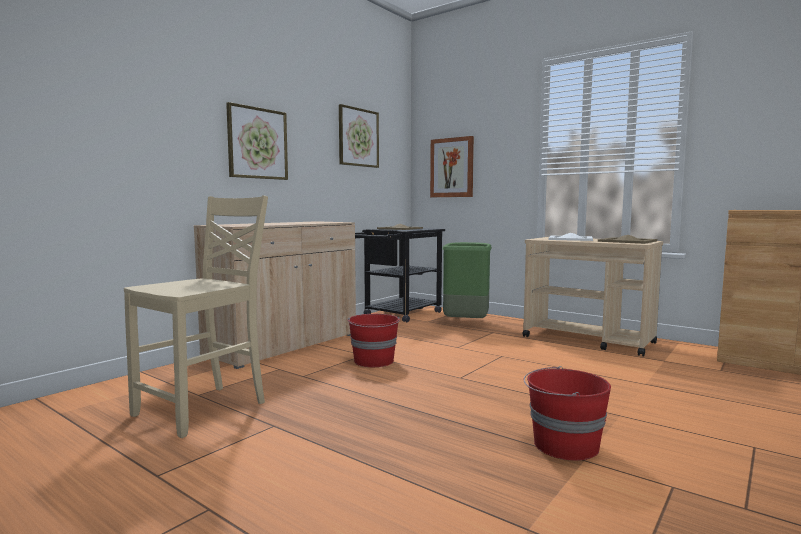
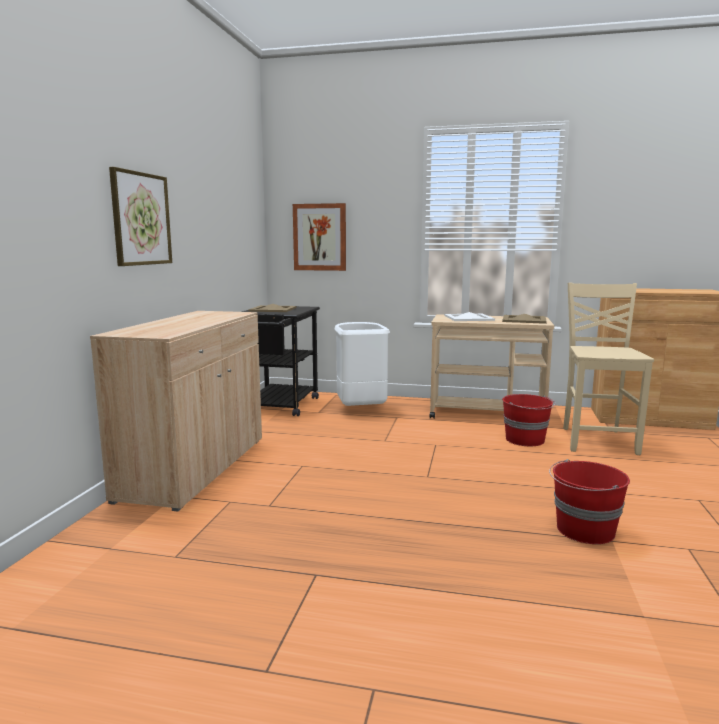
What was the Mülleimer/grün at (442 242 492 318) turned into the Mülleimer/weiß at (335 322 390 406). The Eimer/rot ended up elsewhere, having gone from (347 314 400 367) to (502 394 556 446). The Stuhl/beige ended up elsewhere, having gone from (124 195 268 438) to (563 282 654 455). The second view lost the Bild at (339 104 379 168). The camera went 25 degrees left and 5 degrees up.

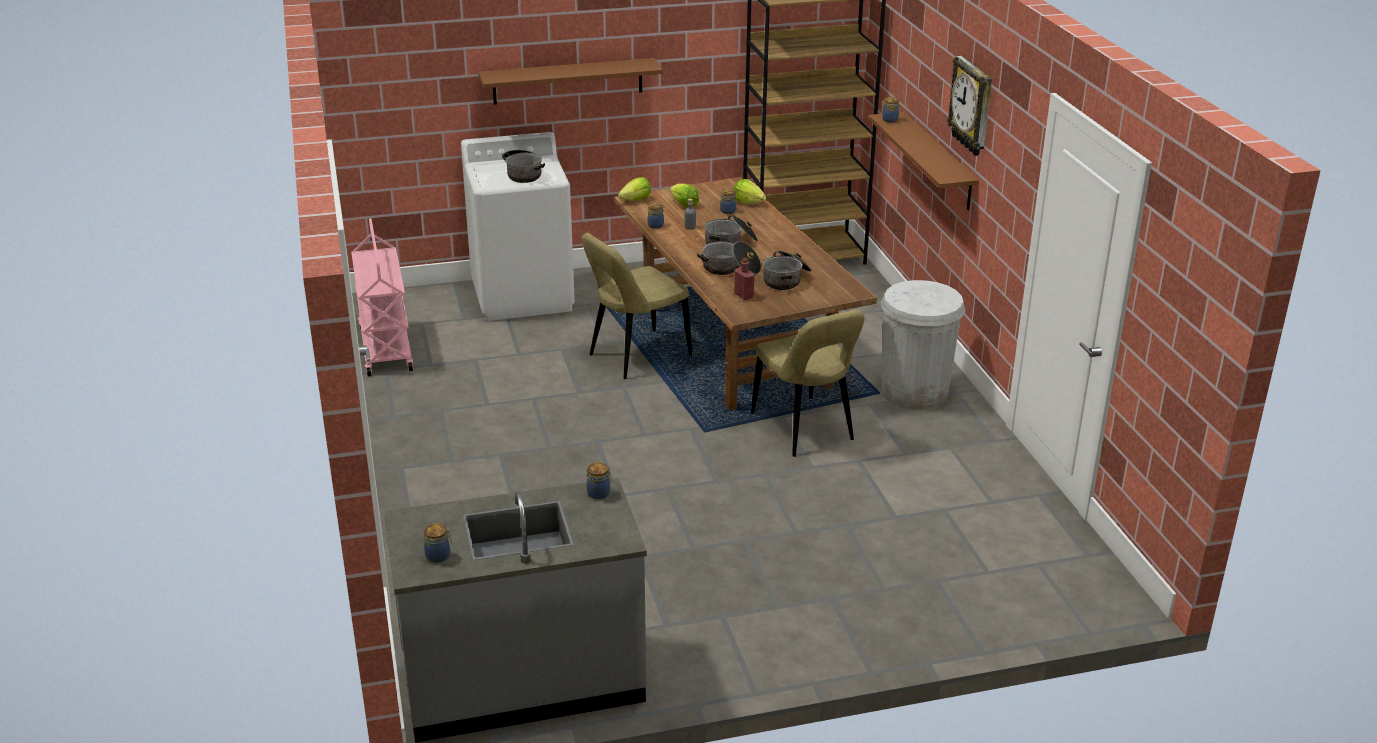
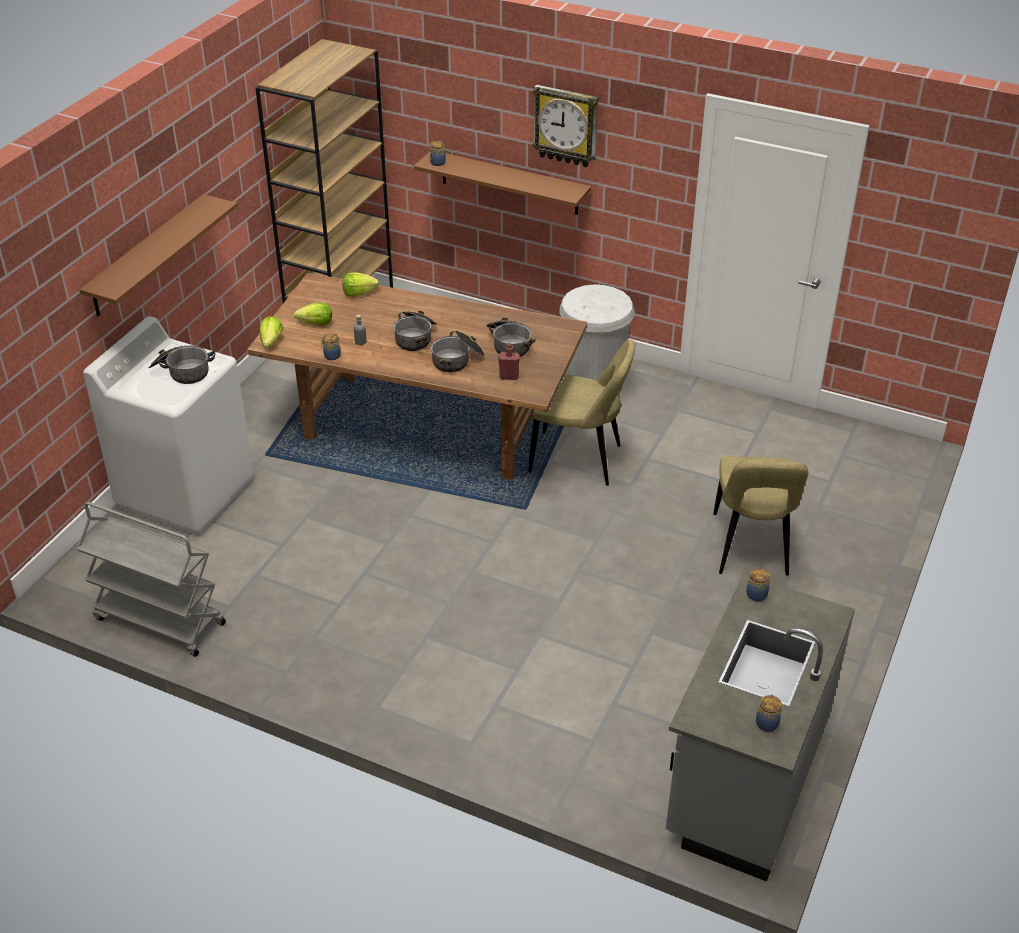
What was the Rollwagen/rosa at (351 218 413 376) turned into the Rollwagen/grau at (77 502 226 657). The Stuhl/beige ended up elsewhere, having gone from (581 233 692 379) to (713 456 808 576). The second view lost the Vorratsglas at (720 189 736 214). The camera went 50 degrees left and 10 degrees up.

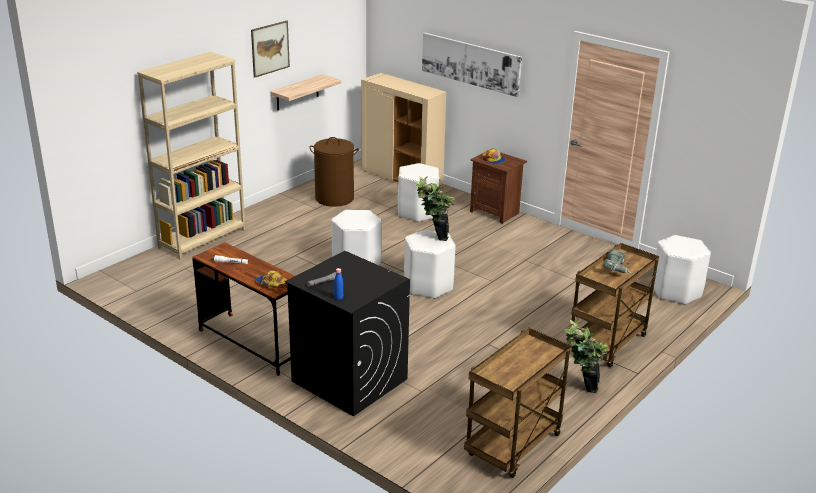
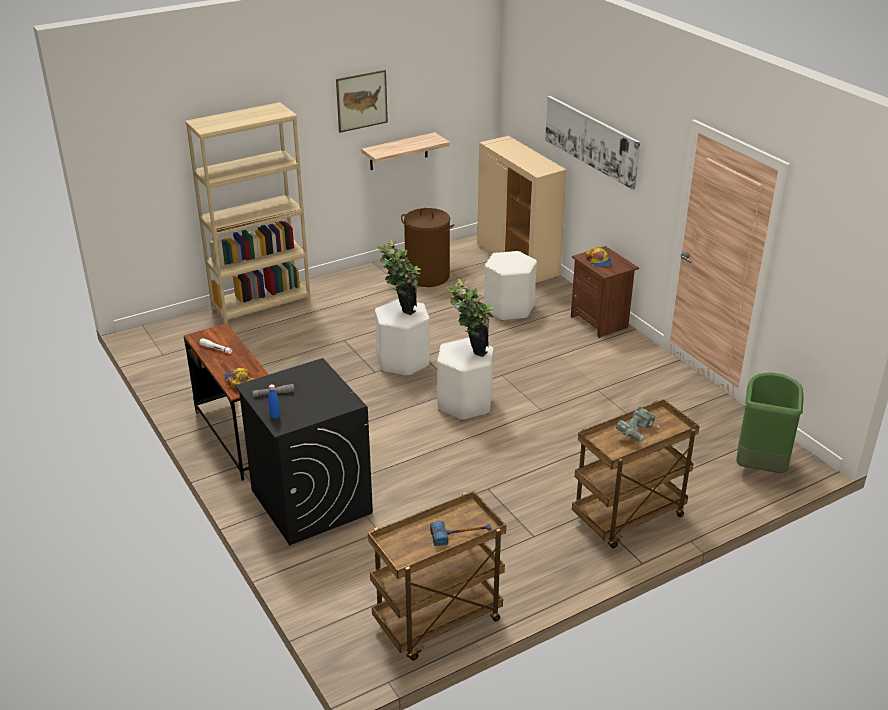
The Topfpflanze ended up elsewhere, having gone from (564 320 610 393) to (376 240 421 315). The second view gained the Hammer at (430 521 492 546). Where the Hocker/weiß stood at (652 235 711 305), the Mülleimer/grün came to stand at (736 372 804 473). The camera went 20 degrees right and 5 degrees up.

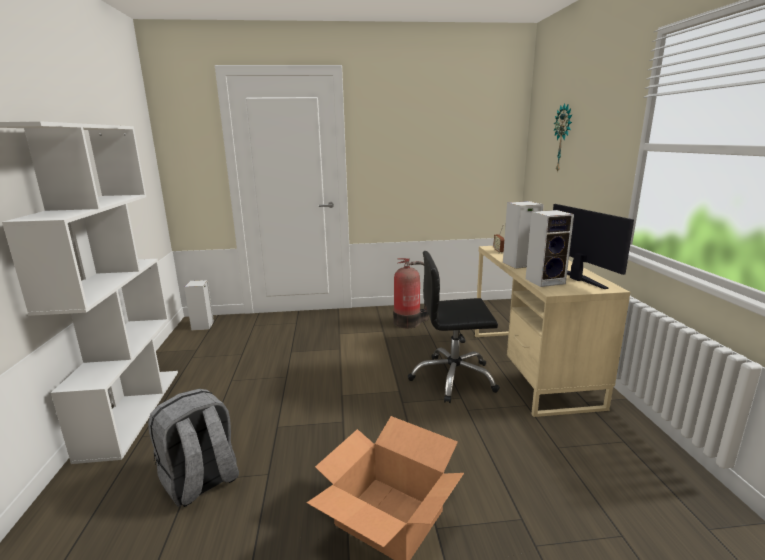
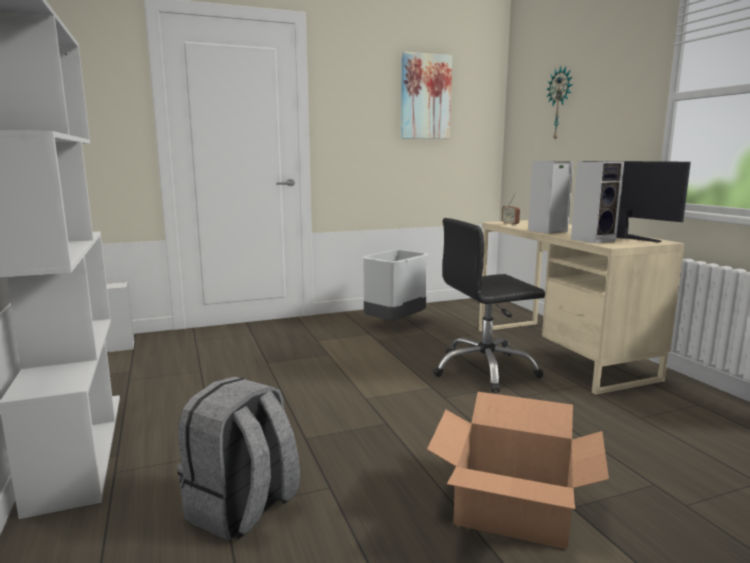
Where the Feuerlöscher stood at (393 258 429 328), the Mülleimer/grau came to stand at (362 250 429 320). The second view gained the Bild at (401 52 452 139). The camera went 15 degrees left and 5 degrees down.

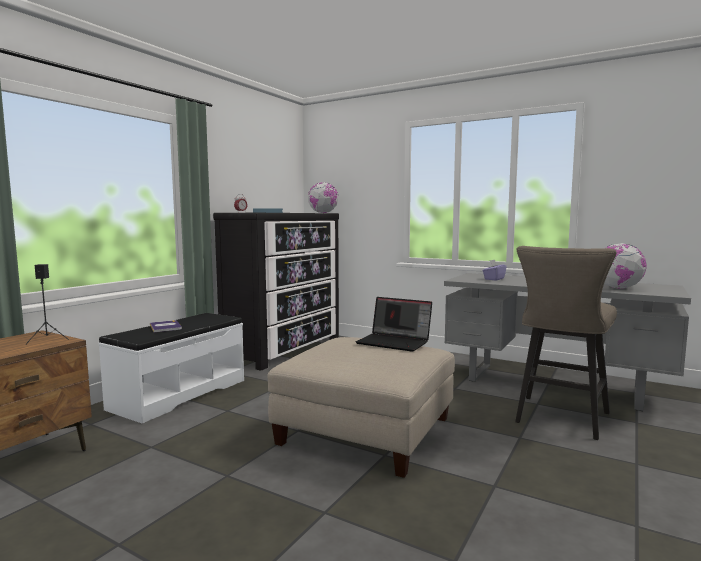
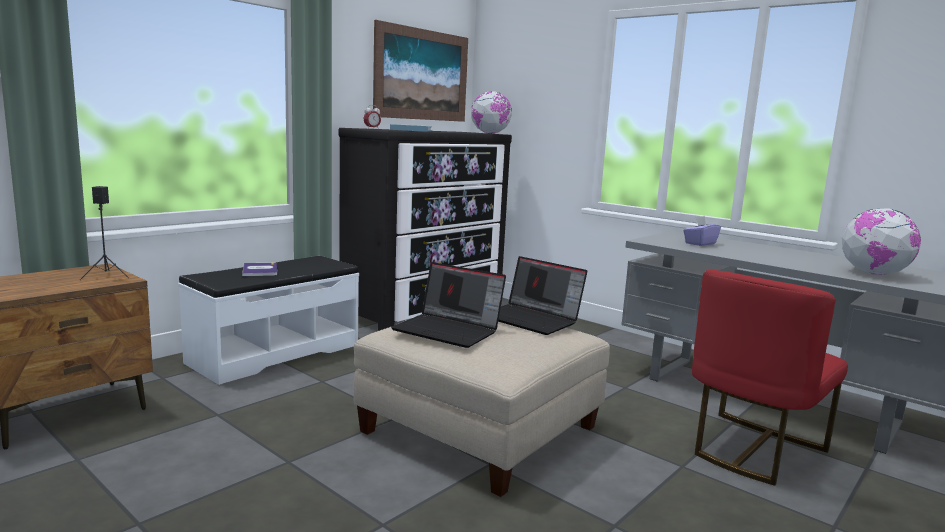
The second view gained the Bild at (373 20 468 122). The second view gained the Laptop at (391 262 506 348). Where the Hocker/beige stood at (515 246 617 440), the Stuhl/rot came to stand at (692 270 848 486). The camera went 10 degrees right and 5 degrees up.

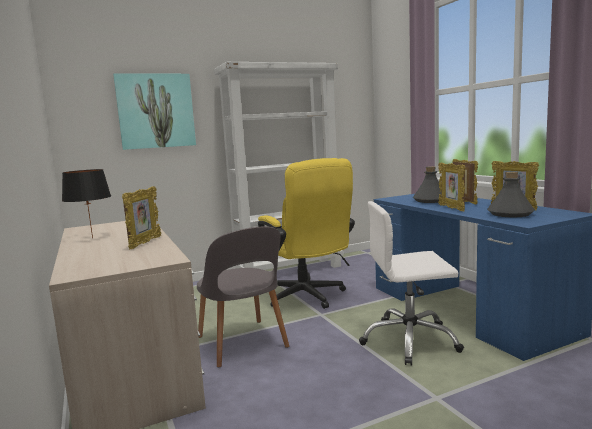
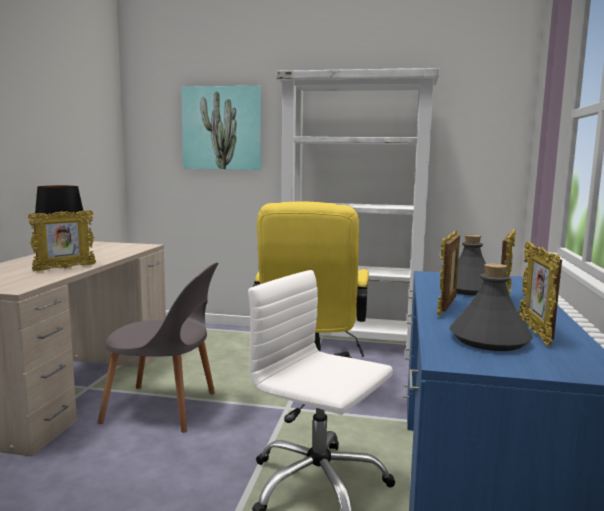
The Stuhl/grau at (197 227 289 367) ended up facing another way, 90 degrees counterclockwise from before. The camera went 35 degrees right and 0 degrees up.

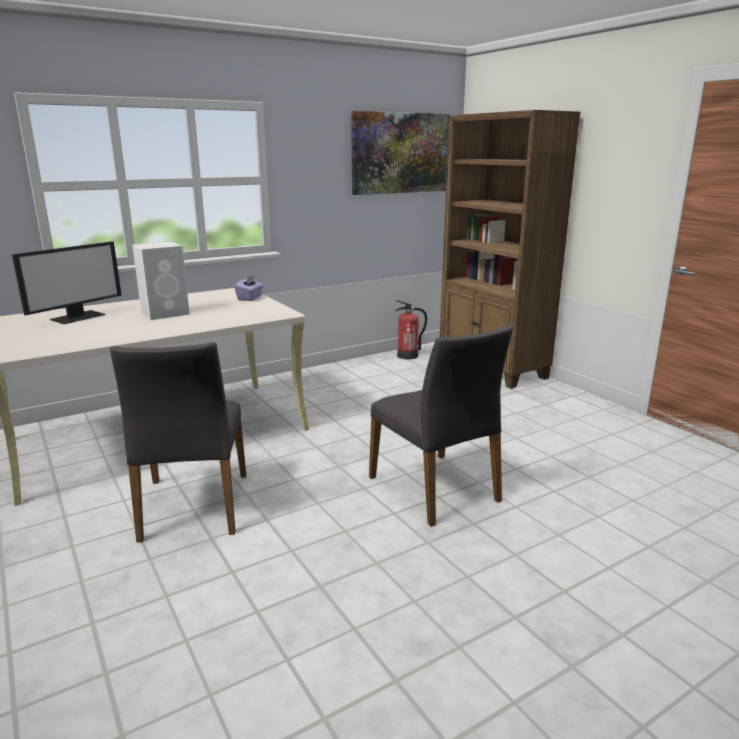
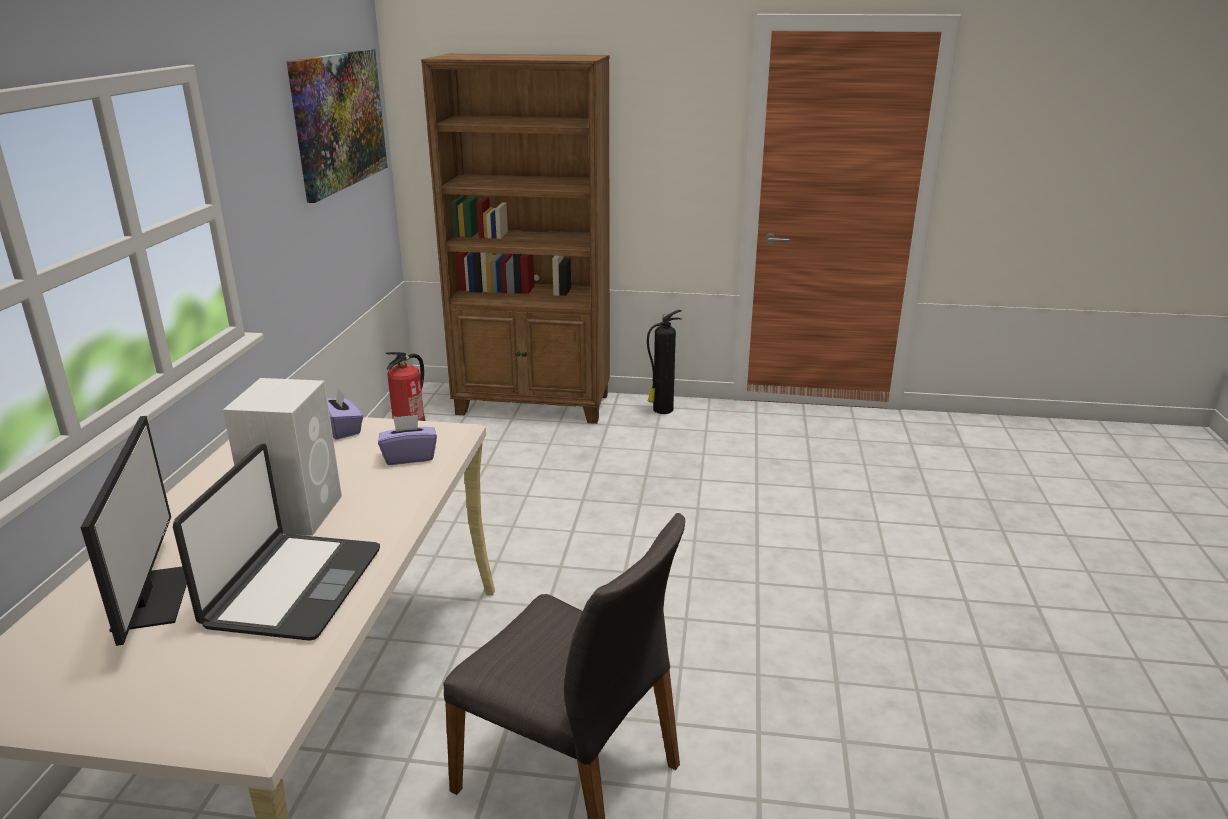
The second view gained the Laptop at (173 444 380 641). The second view gained the Taschentuchbox/lila at (378 415 437 465). The second view gained the Feuerlöscher at (647 310 682 414). The second view lost the Stuhl/grau at (369 324 513 527). The camera went 50 degrees left and 5 degrees up.

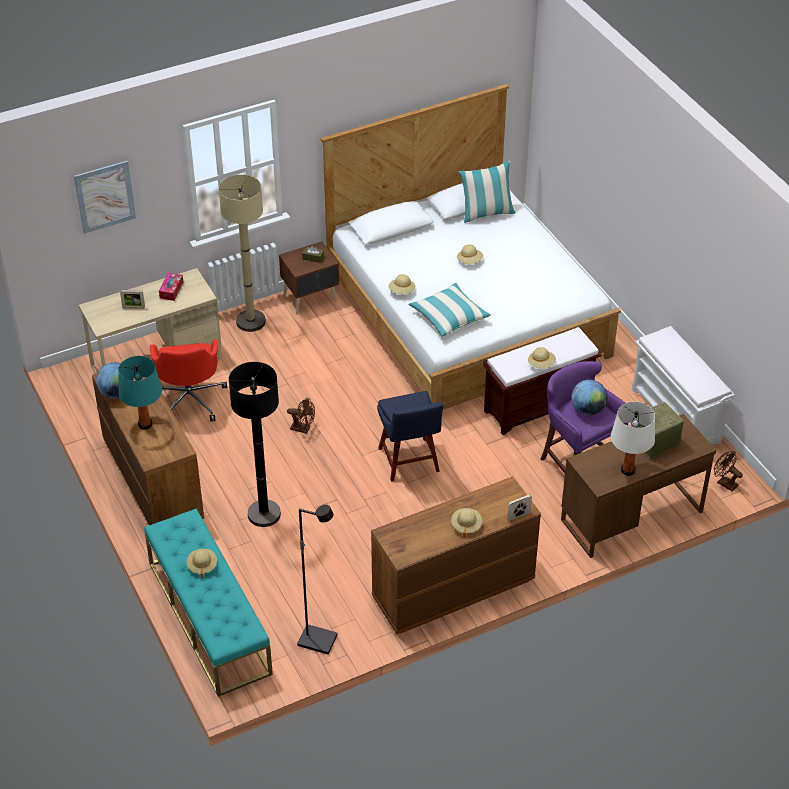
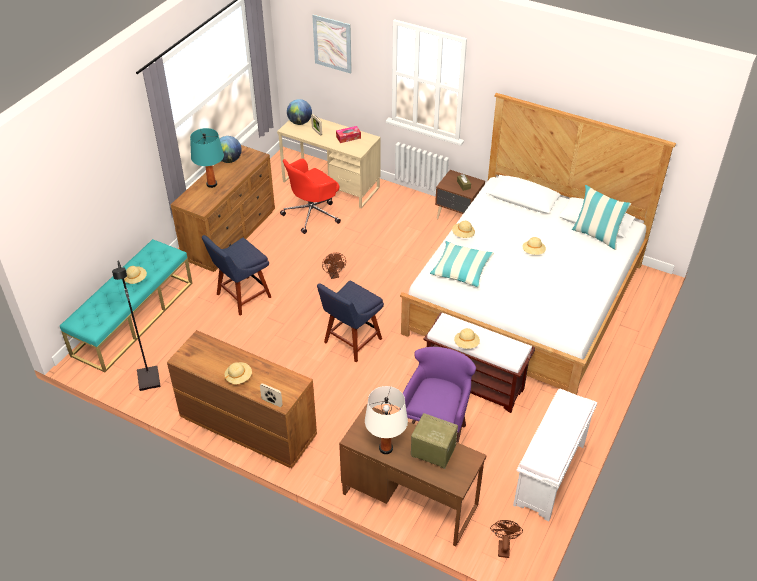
Where the Stehlampe/schwarz stood at (229 362 281 527), the Stuhl/blau came to stand at (202 235 271 316). The Globus ended up elsewhere, having gone from (571 379 608 415) to (287 99 312 125). The second view lost the Stehlampe/beige at (219 174 266 332). The camera went 55 degrees right and 0 degrees up.

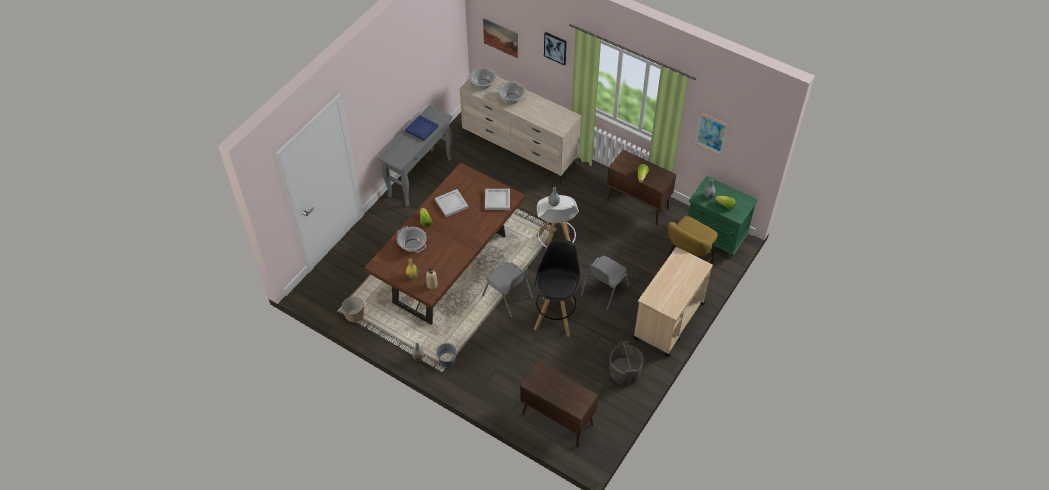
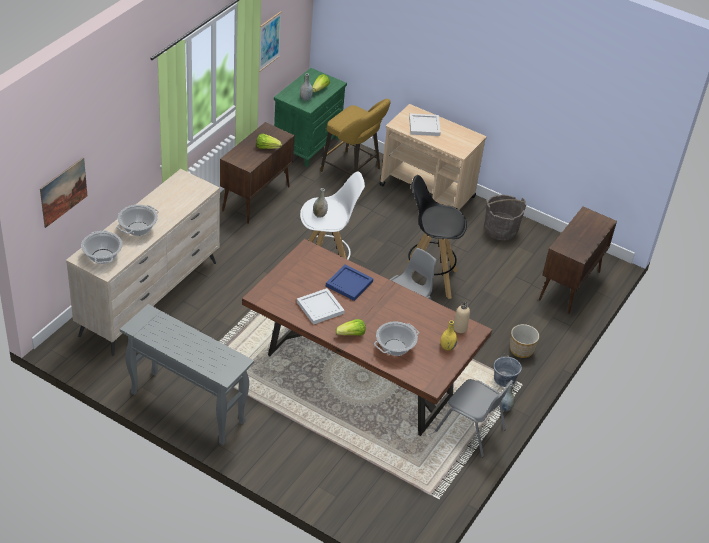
The Tablett/blau ended up elsewhere, having gone from (405 115 438 141) to (326 265 373 301). The Tablett/weiß ended up elsewhere, having gone from (485 189 510 210) to (409 113 441 136). The Stuhl/grau ended up elsewhere, having gone from (581 256 630 311) to (435 379 513 457). The Pflanzkübel ended up elsewhere, having gone from (342 297 364 322) to (510 324 539 358). The second view lost the Bild at (544 32 567 65). The camera went 95 degrees left and 10 degrees down.

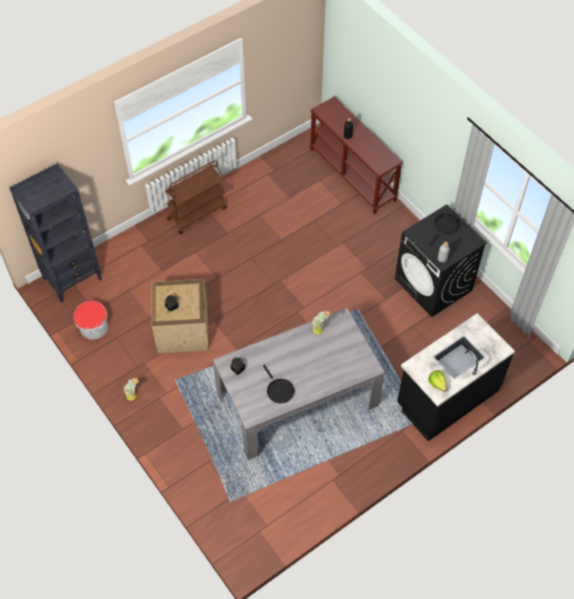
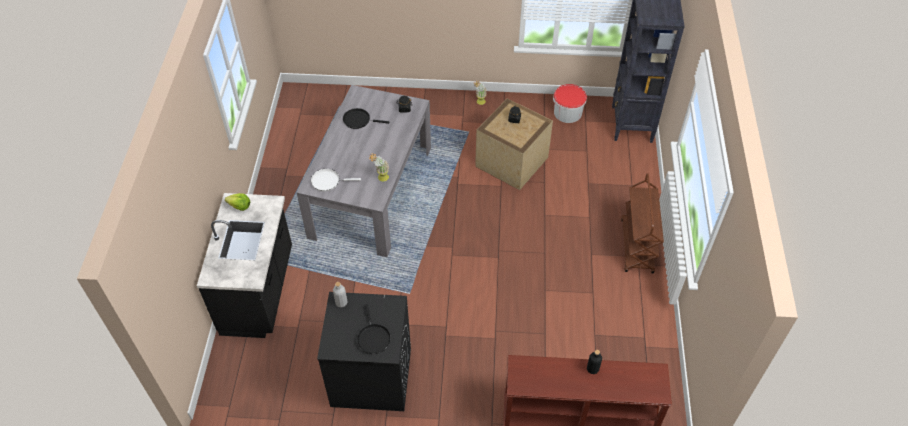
The second view gained the Pfanne/weiß at (311 169 361 191). The camera went 130 degrees right and 5 degrees down.

